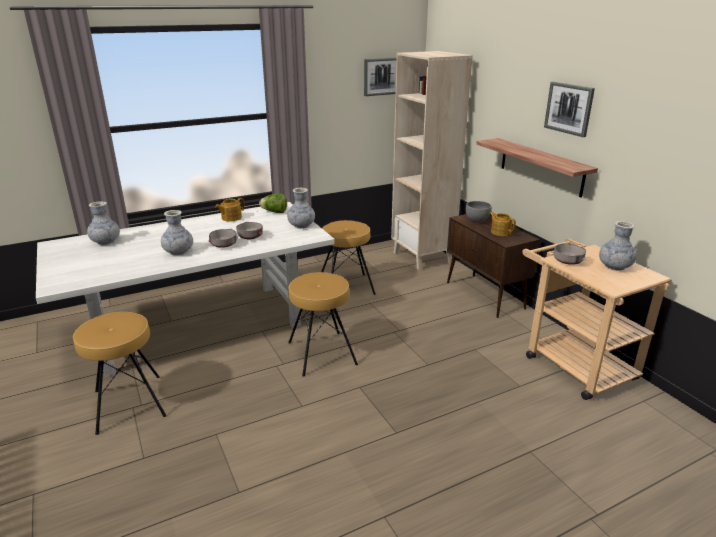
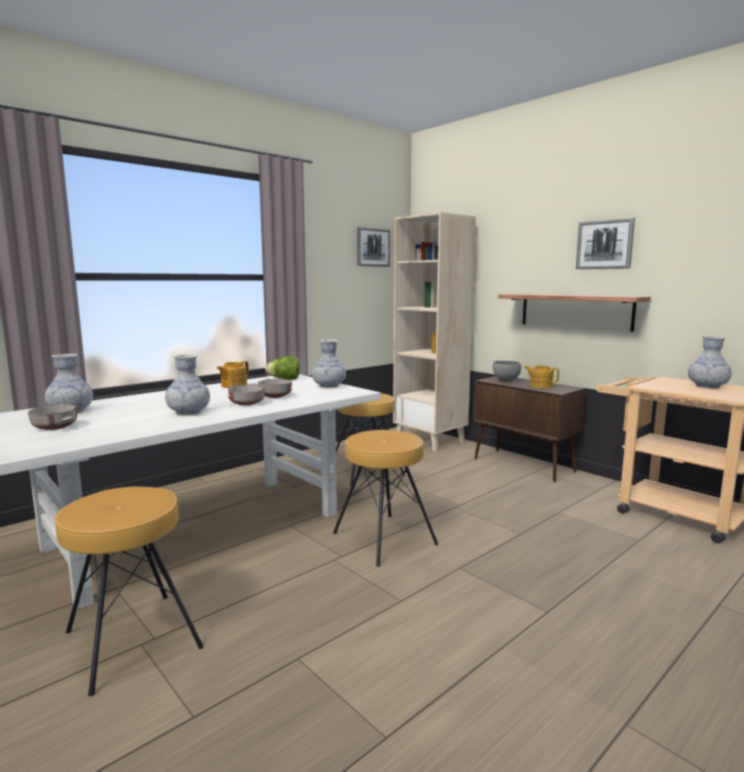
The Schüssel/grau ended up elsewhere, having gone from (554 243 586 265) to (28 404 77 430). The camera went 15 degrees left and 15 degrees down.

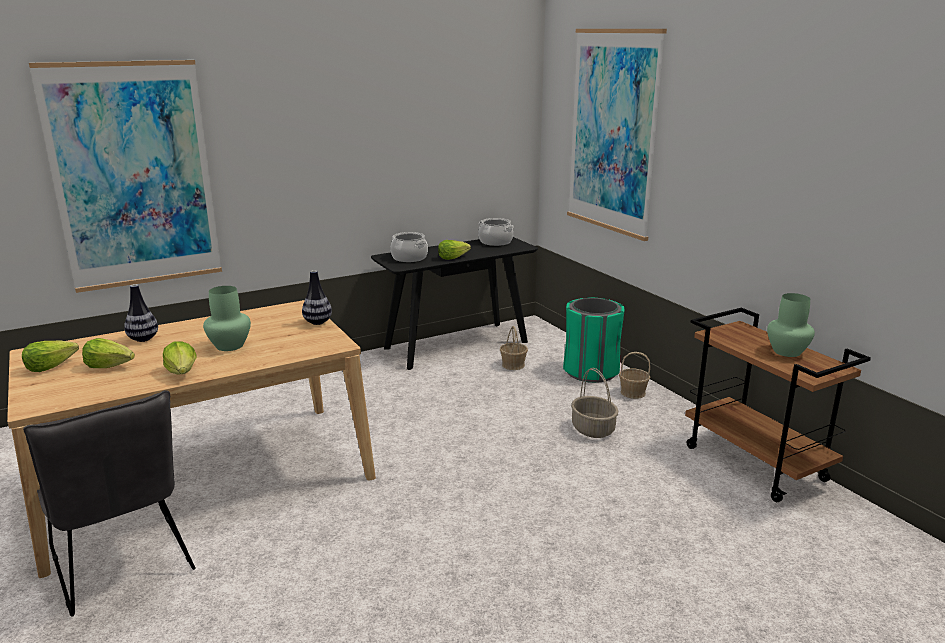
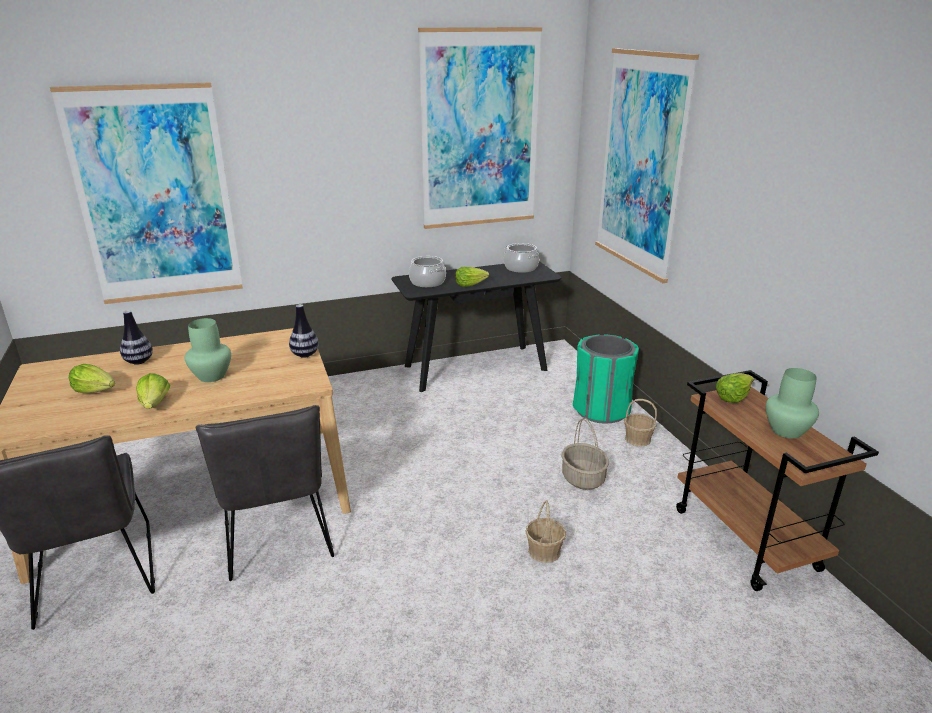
The second view gained the Stuhl/grau at (196 405 334 581). The second view gained the Bild at (418 27 542 229). The Korb ended up elsewhere, having gone from (500 326 528 370) to (525 500 566 563). The Salatkopf ended up elsewhere, having gone from (22 340 79 372) to (716 373 754 403). The camera went 10 degrees right and 5 degrees up.

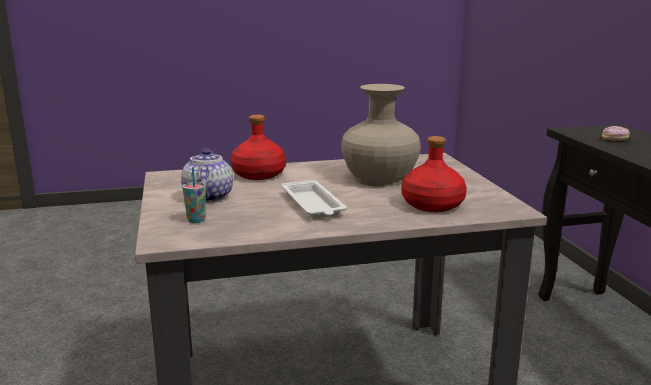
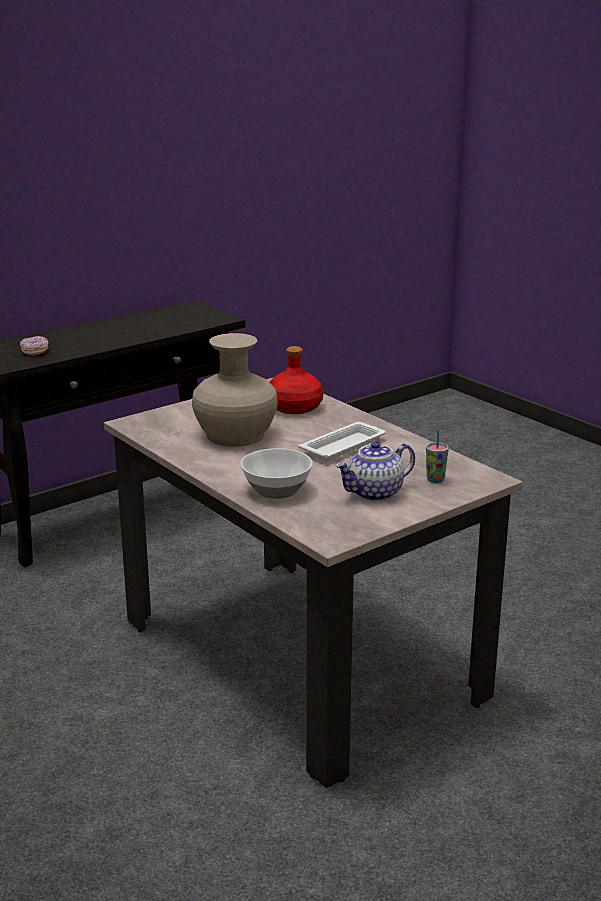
Where the Flasche/rot stood at (230 115 286 180), the Schüssel came to stand at (240 448 313 499). The camera went 115 degrees left and 5 degrees up.

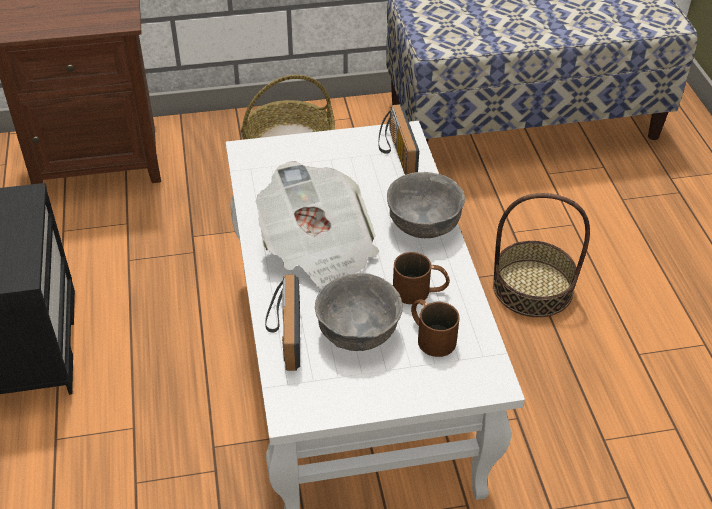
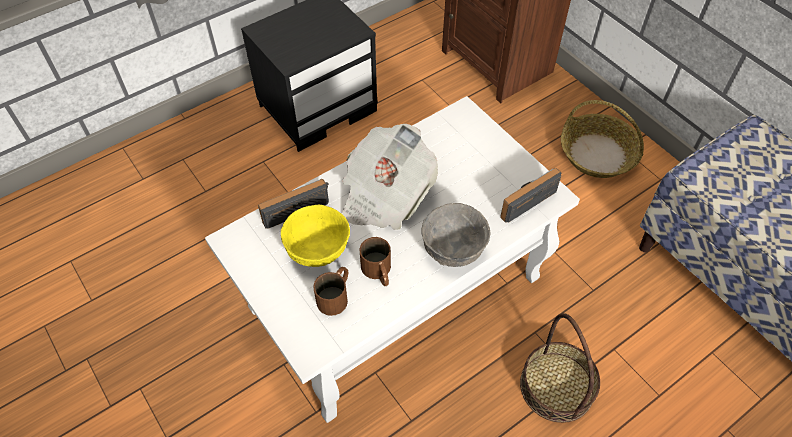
What was the Schüssel/grau at (315 273 403 351) turned into the Schüssel/gelb at (281 205 350 267). The camera went 65 degrees right and 10 degrees up.

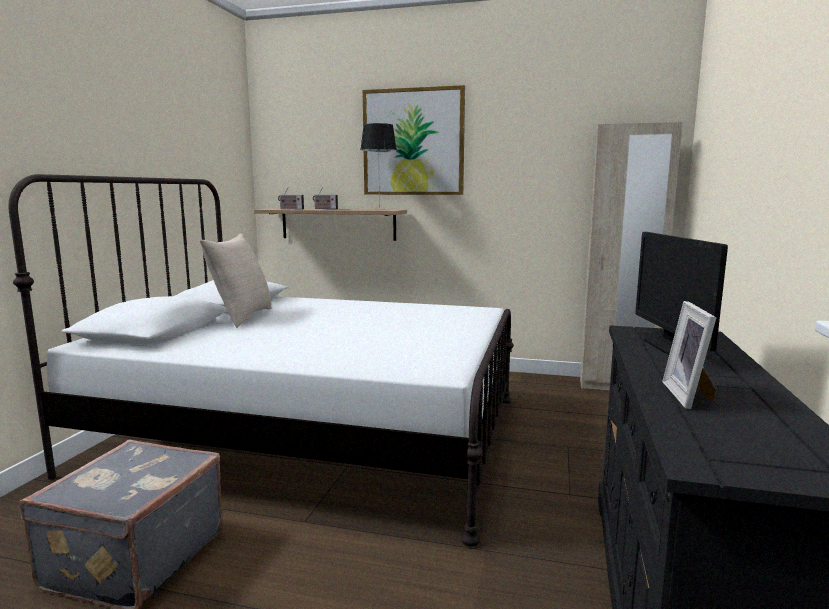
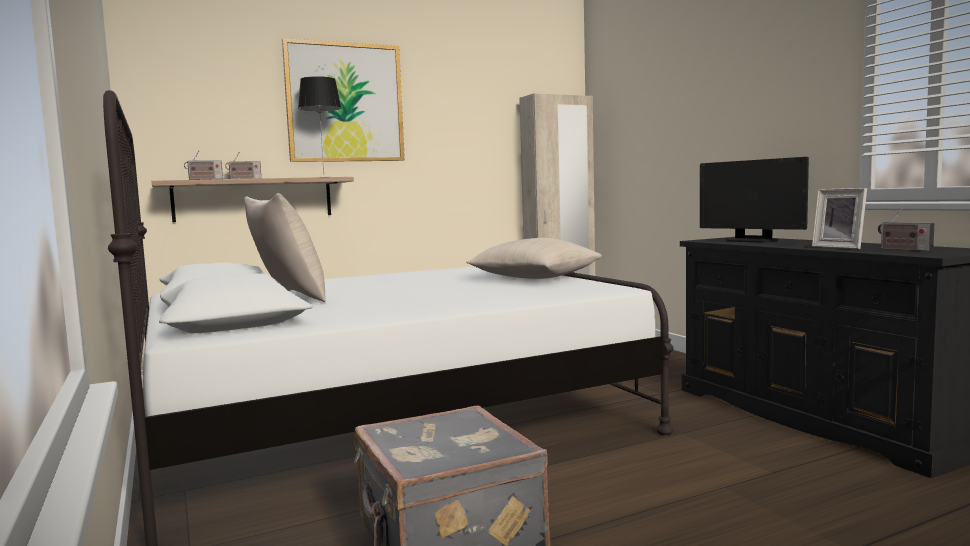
The second view gained the Kissen/beige at (466 238 602 279). The second view gained the Radio at (878 208 934 251). The camera went 40 degrees left and 5 degrees down.

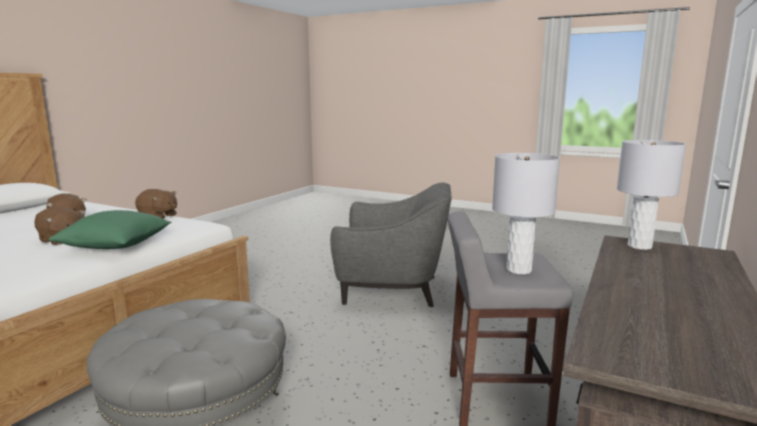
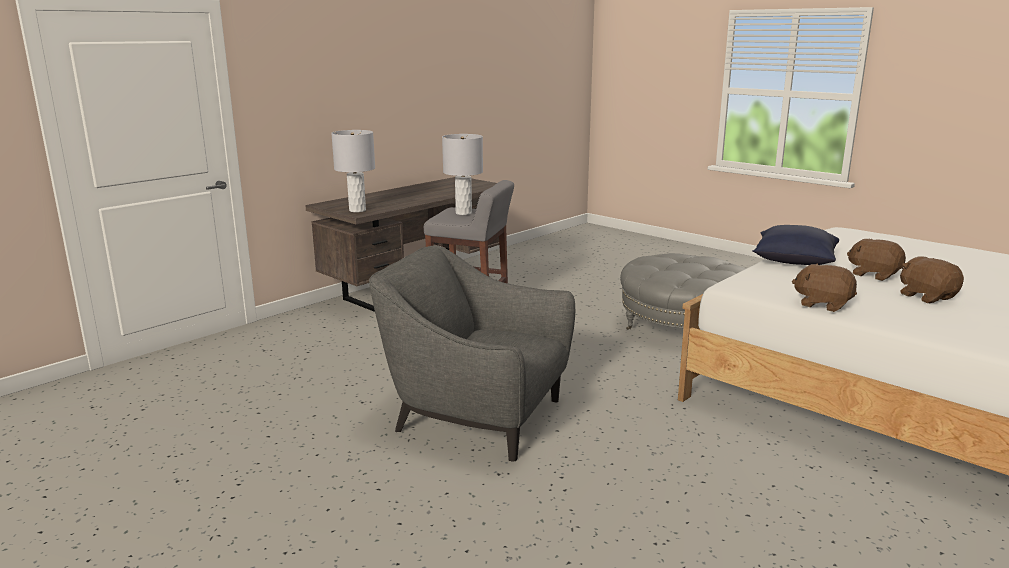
What was the Kissen/grün at (49 210 172 249) turned into the Kissen/blau at (752 225 839 265). The camera went 165 degrees left and 5 degrees up.

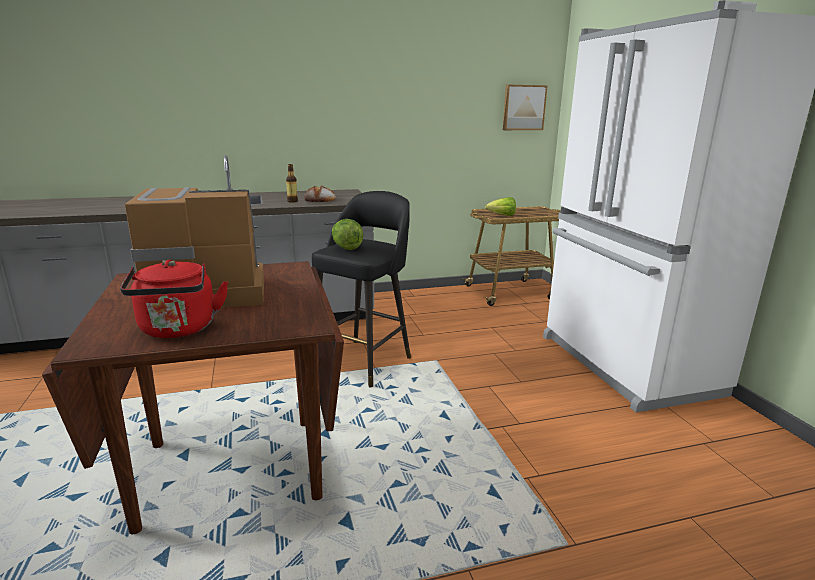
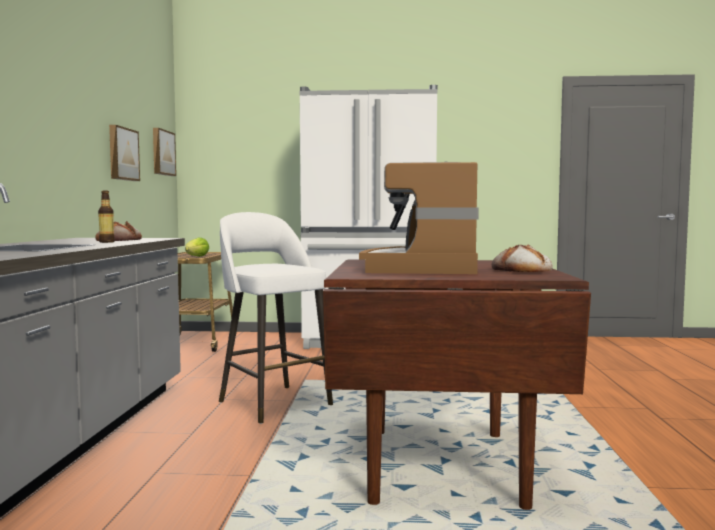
The second view gained the Bild at (109 125 140 181). What was the Hocker/schwarz at (312 191 411 387) turned into the Hocker/weiß at (219 212 333 424). Where the Wasserkessel/rot stood at (120 259 228 338), the Brot came to stand at (492 245 553 272). The second view lost the Salatkopf at (332 219 363 250). The camera went 70 degrees left and 15 degrees down.

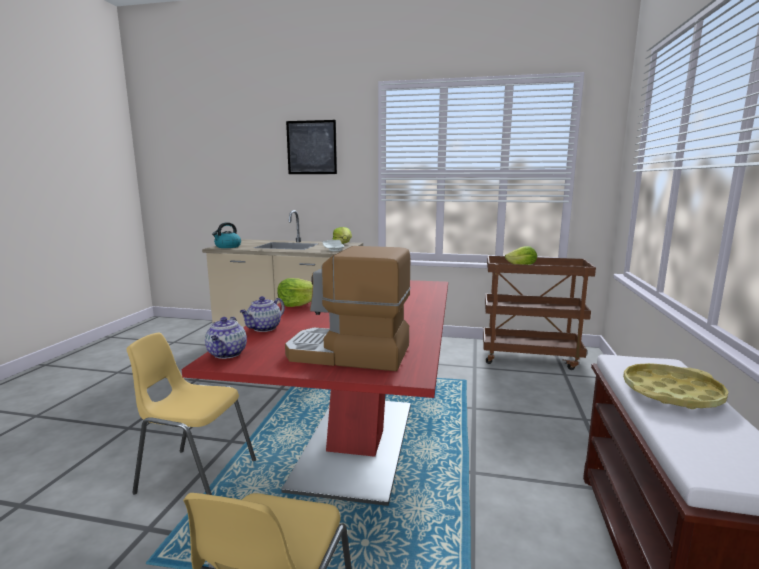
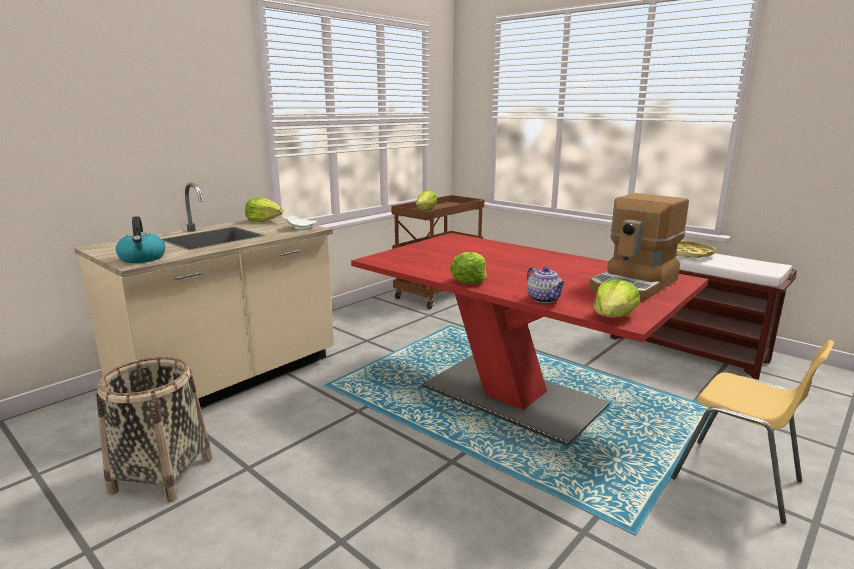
The second view gained the Korb at (96 357 212 502). Where the Teekanne stood at (205 317 247 359), the Salatkopf came to stand at (593 279 640 318). The second view lost the Stuhl/gelb at (126 333 256 495). The second view lost the Bild at (286 120 337 174). The camera went 60 degrees left and 5 degrees up.

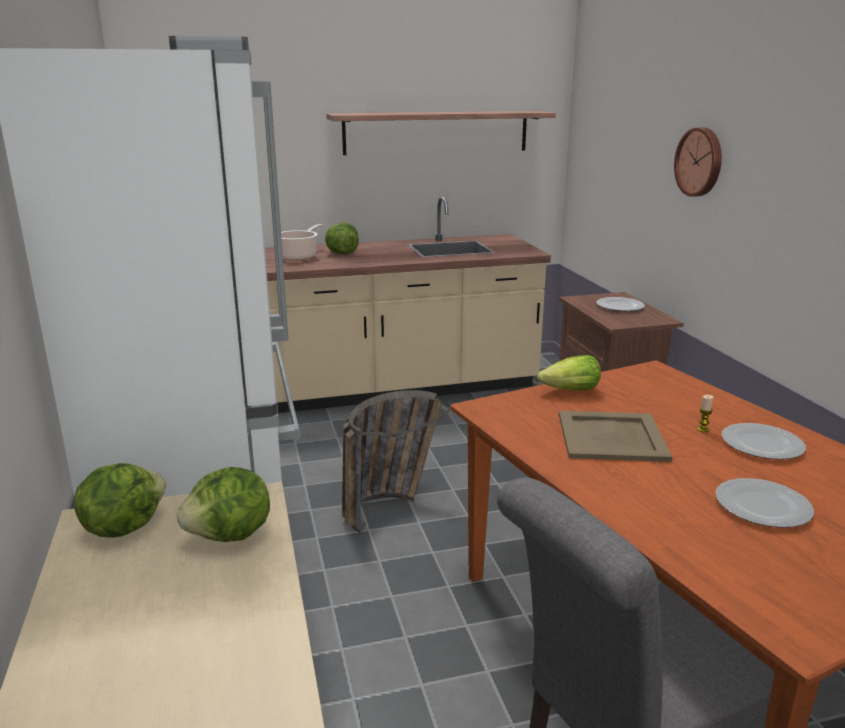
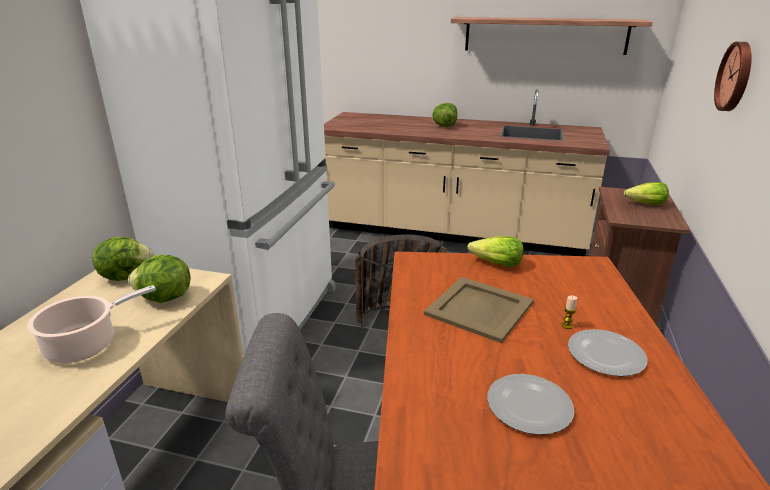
The Kochtopf ended up elsewhere, having gone from (281 224 322 261) to (27 285 156 363). Where the Teller stood at (596 297 645 312), the Salatkopf came to stand at (624 182 669 205). The camera went 30 degrees right and 5 degrees up.

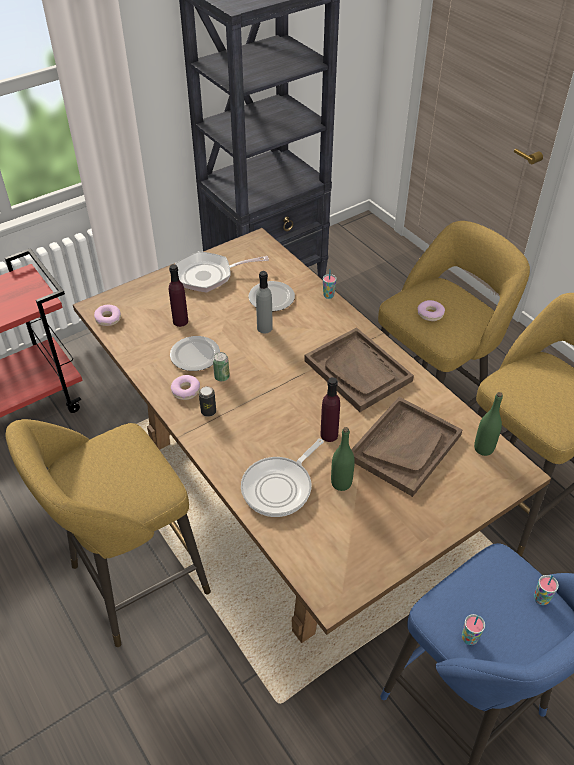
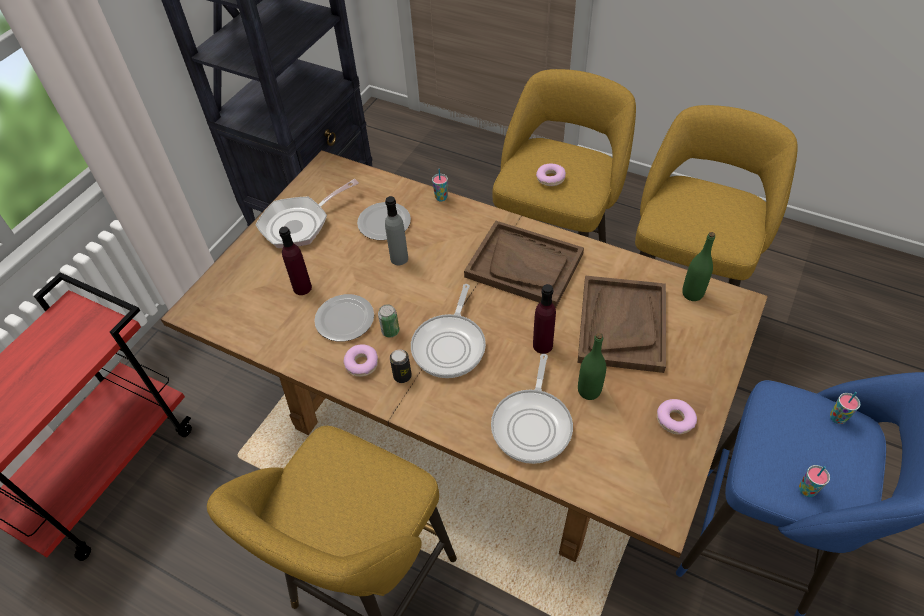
The second view gained the Pfanne at (411 284 486 378). The Donut ended up elsewhere, having gone from (94 305 121 326) to (657 399 697 435). The camera went 25 degrees left and 5 degrees up.

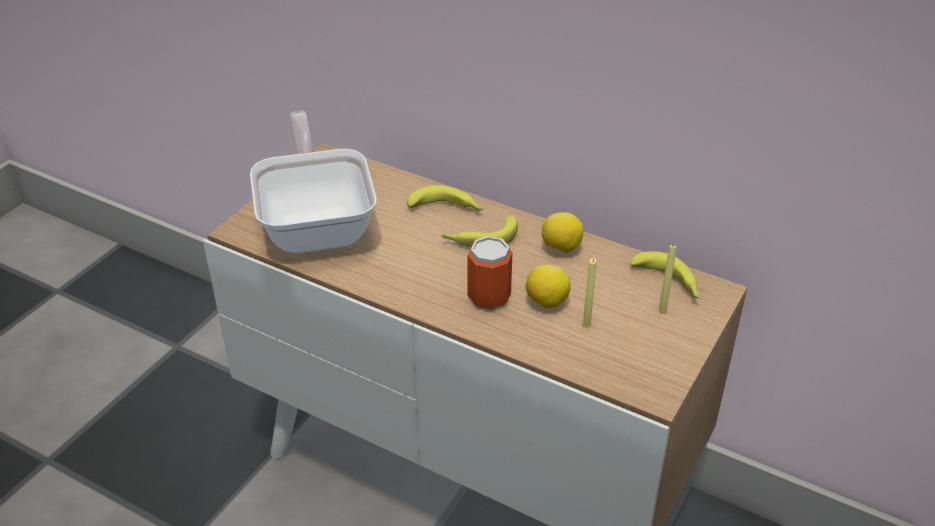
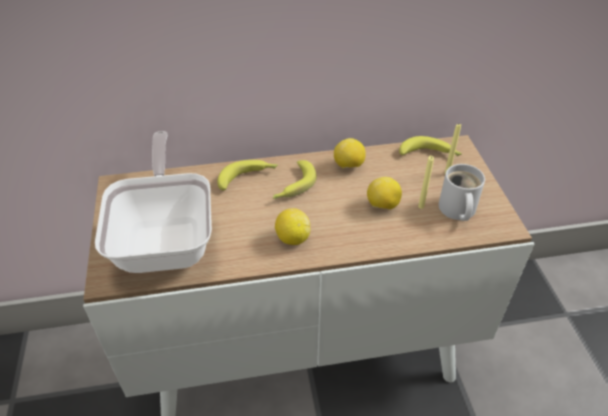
The Pfanne at (250 111 376 253) ended up facing another way, 45 degrees clockwise from before. The second view gained the Zitrone at (275 208 310 245). The second view gained the Henkelbecher/weiß at (439 164 485 221). The second view lost the Dose at (468 236 512 311). The camera went 40 degrees left and 5 degrees up.

